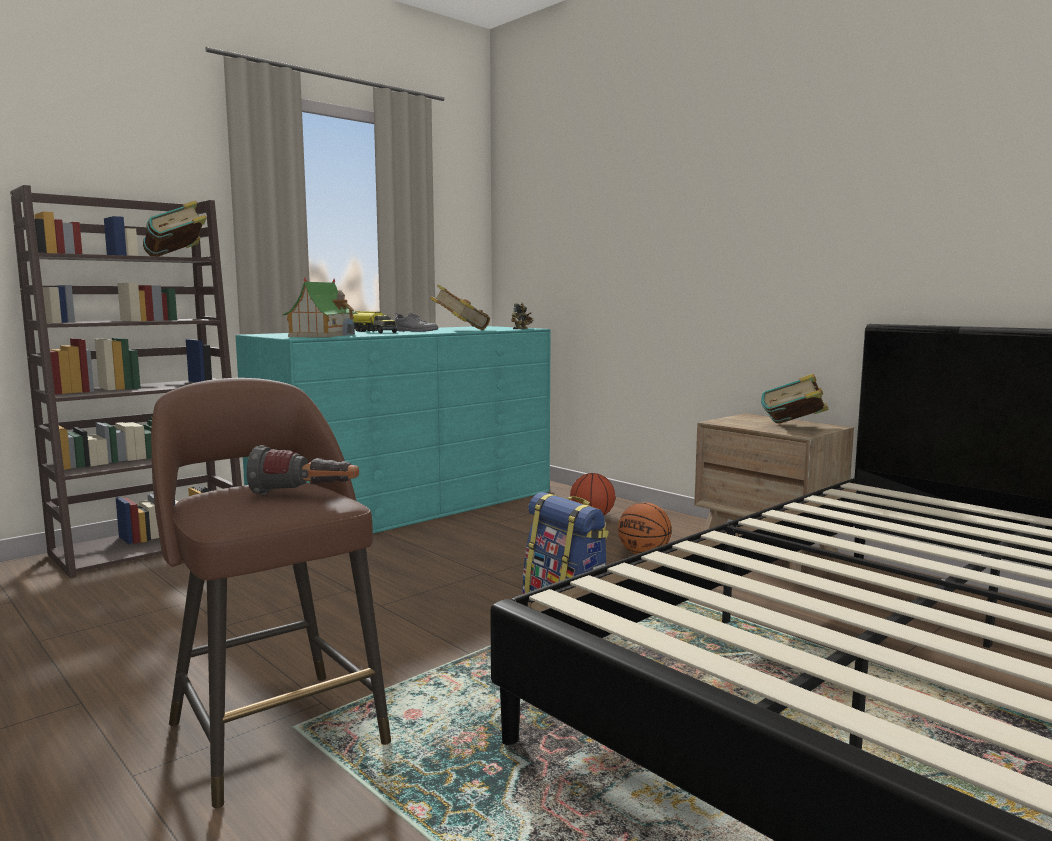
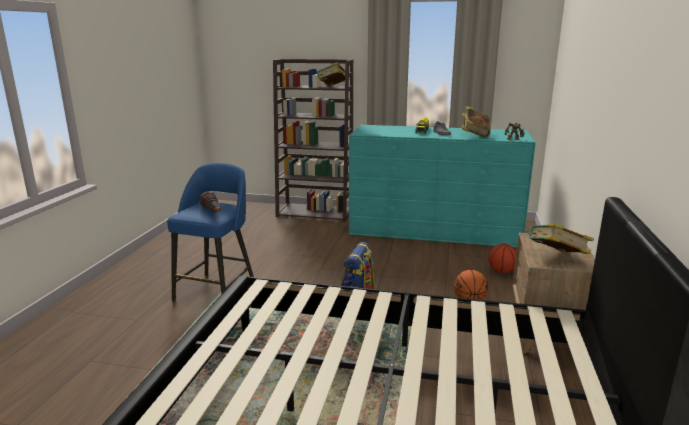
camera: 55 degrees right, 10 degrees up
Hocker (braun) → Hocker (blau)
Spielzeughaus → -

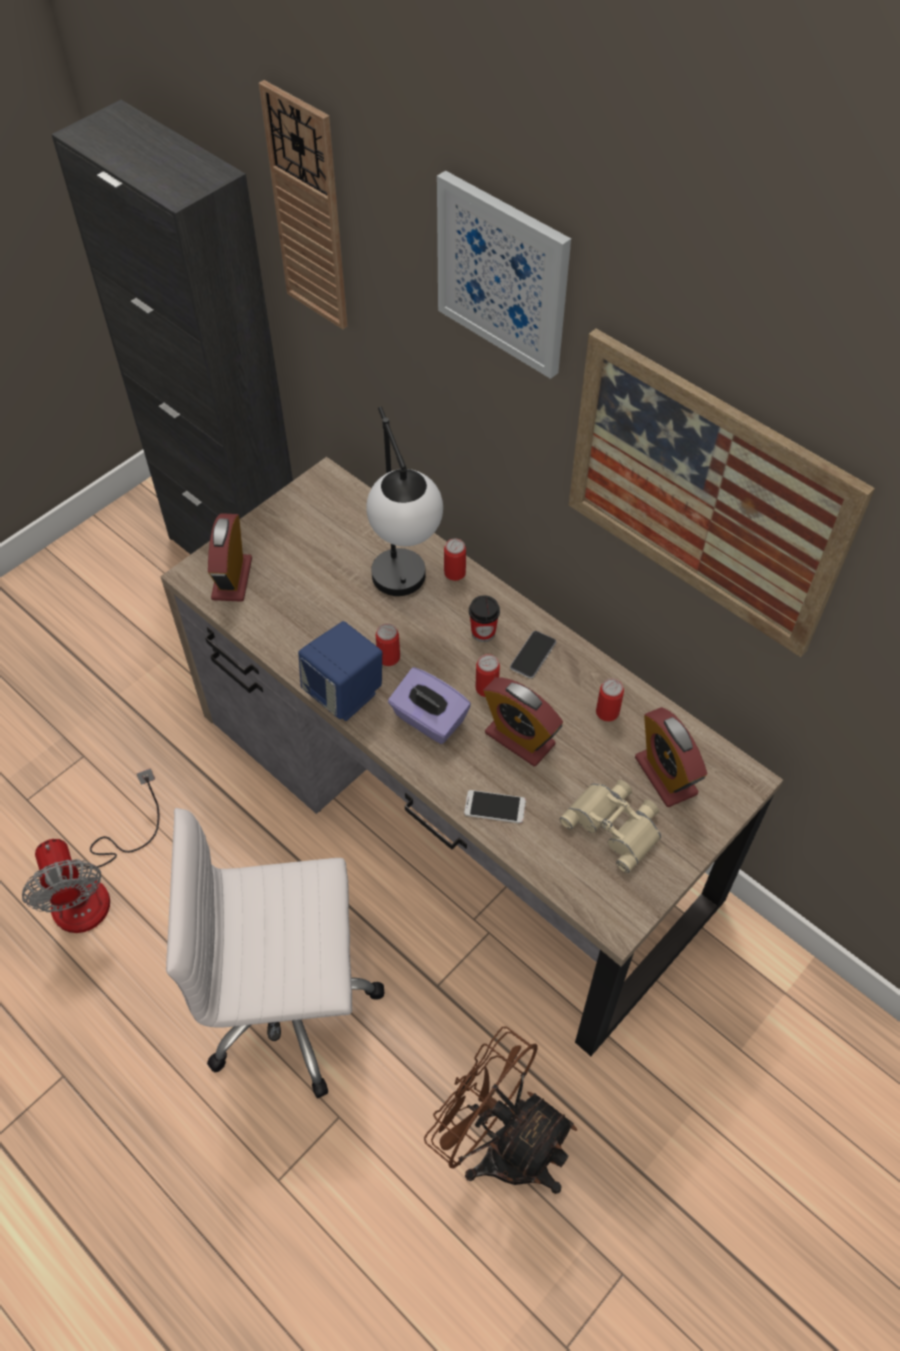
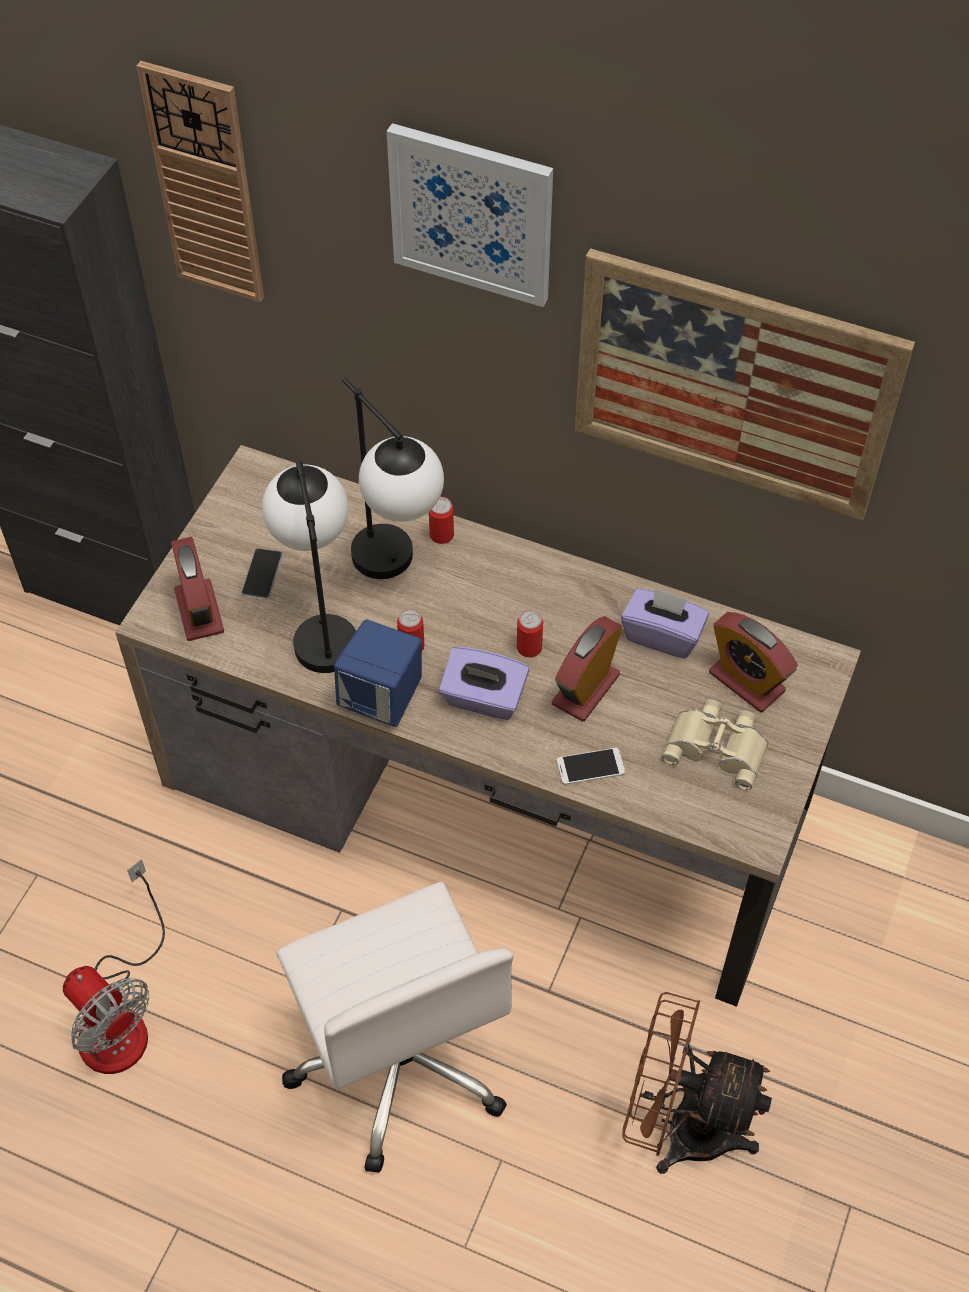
camera: 20 degrees left, 0 degrees up
Bürostuhl (weiß), 90 degrees counterclockwise
Tasse → -
Wecker (no. 2 from left), 105 degrees clockwise
Handy (no. 2 from left in the first image) → Handy (no. 1 from left), shifted
Dose (no. 4 from left) → Taschentuchbox (lila) (no. 2 from left)
- → Tischlampe (no. 1 from left)

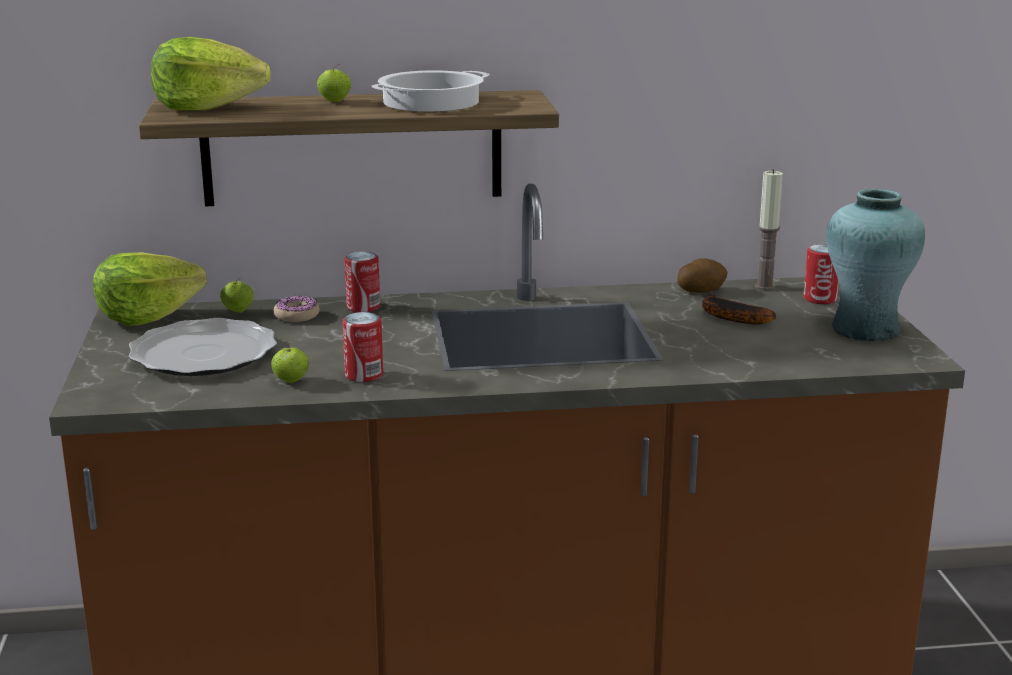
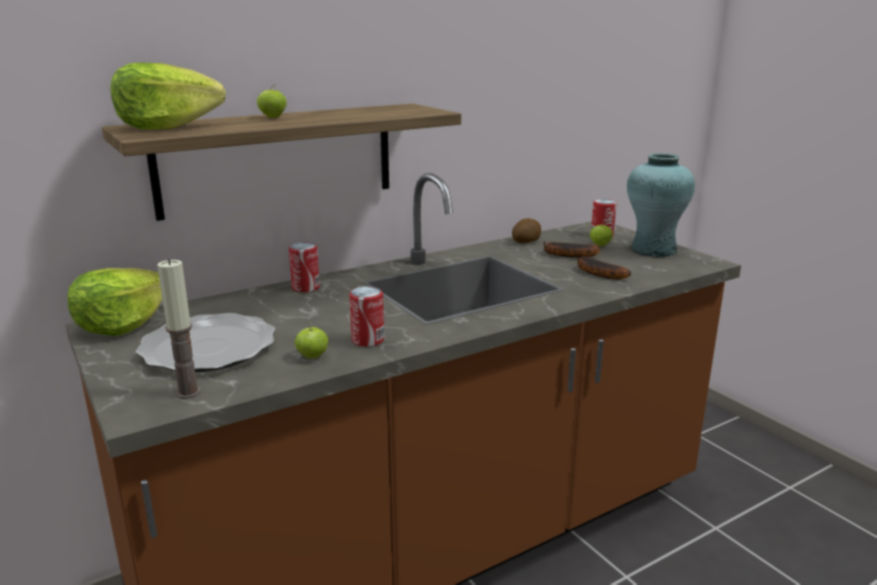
camera: 25 degrees left, 0 degrees up
Apfel (no. 1 from left in the first image) → Apfel (no. 3 from left), shifted
Donut → -
Kochtopf → -
Kerze, shifted
- → Banane (no. 2 from left)

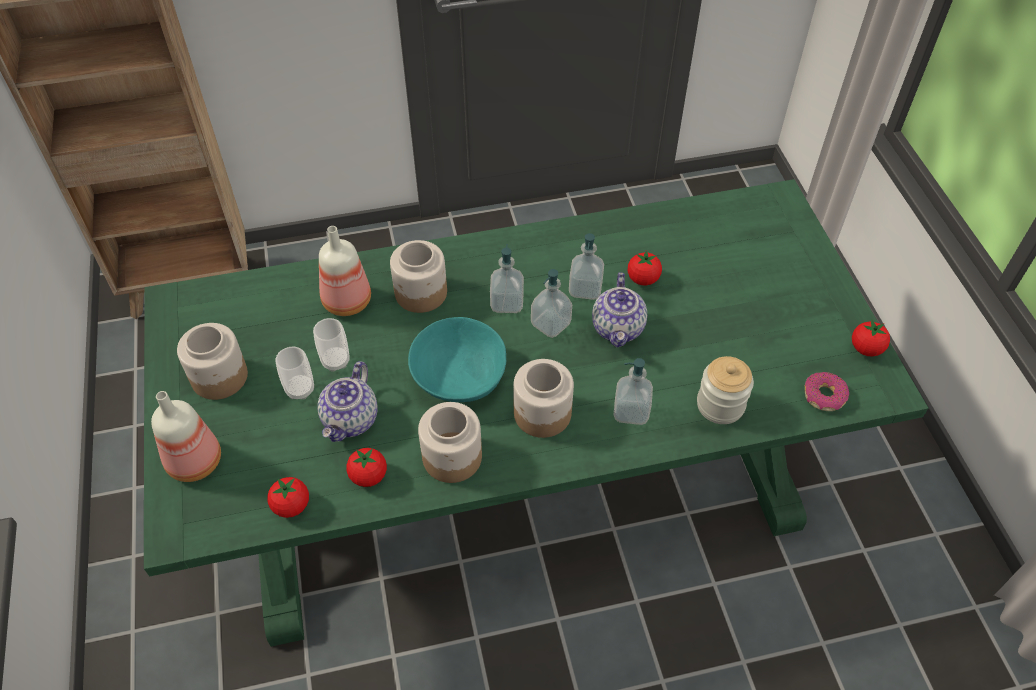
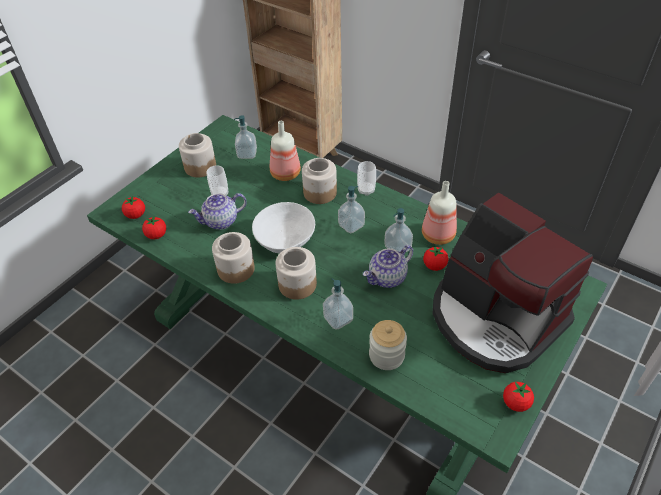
camera: 50 degrees right, 5 degrees down
Flasche (no. 1 from left in the first image) → Flasche (no. 2 from left), shifted
Tasse (no. 2 from left), shifted
Tomate (no. 2 from left in the first image) → Tomate (no. 1 from left), shifted
Schüssel (türkis) → Schüssel (weiß)
Seifenspender (no. 2 from left in the first image) → Seifenspender (no. 1 from left), shifted
Donut → -
- → Kaffeemaschine

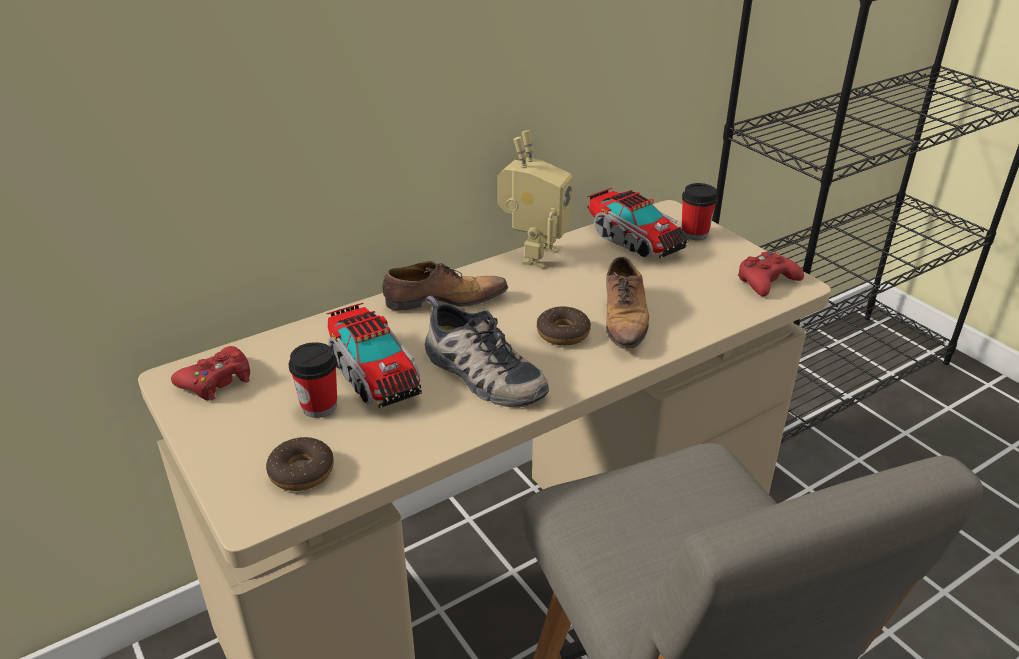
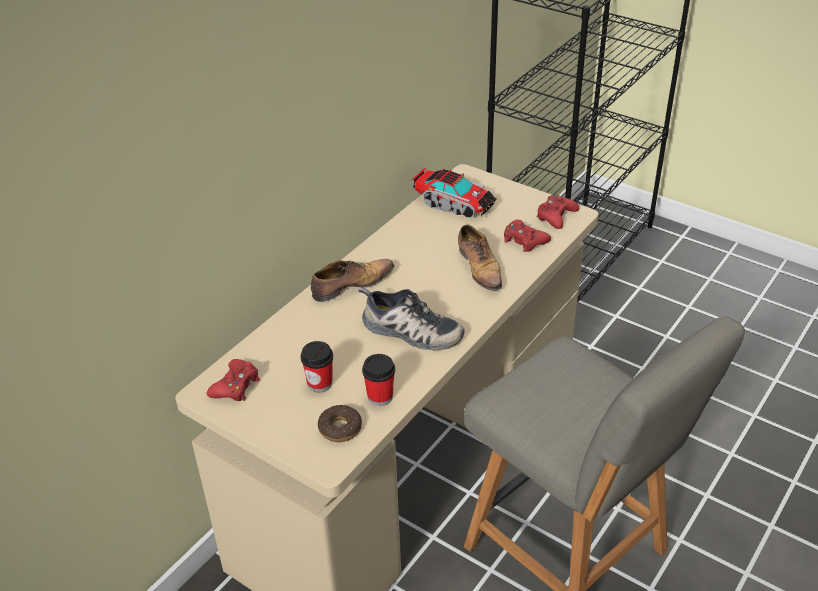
camera: 20 degrees left, 5 degrees up
Spielzeuglaster (no. 1 from left) → -
Spielzeugroboter → -
Donut (no. 2 from left) → -
Tasse (no. 2 from left), shifted
- → Gamepad (rot) (no. 2 from left)

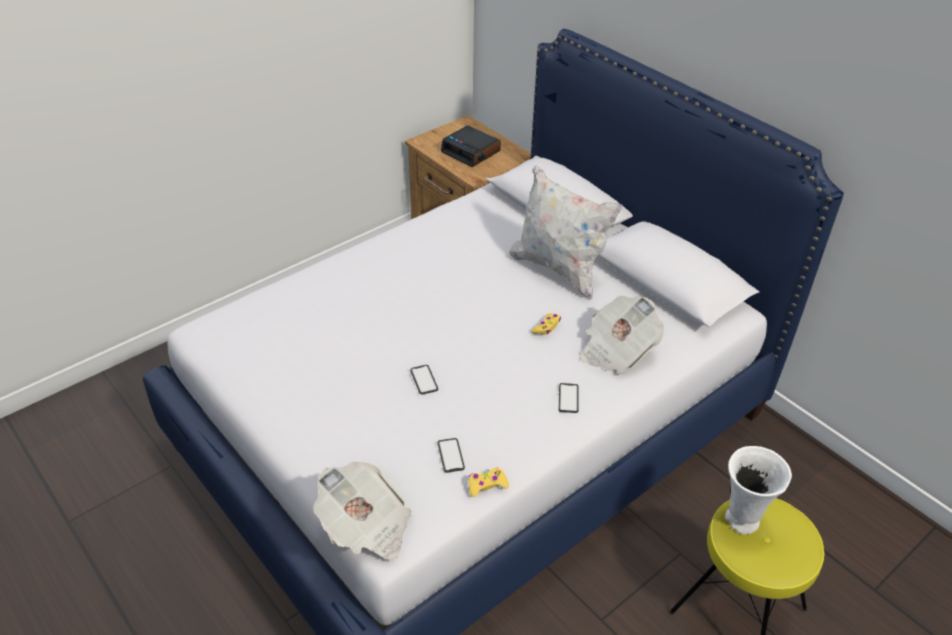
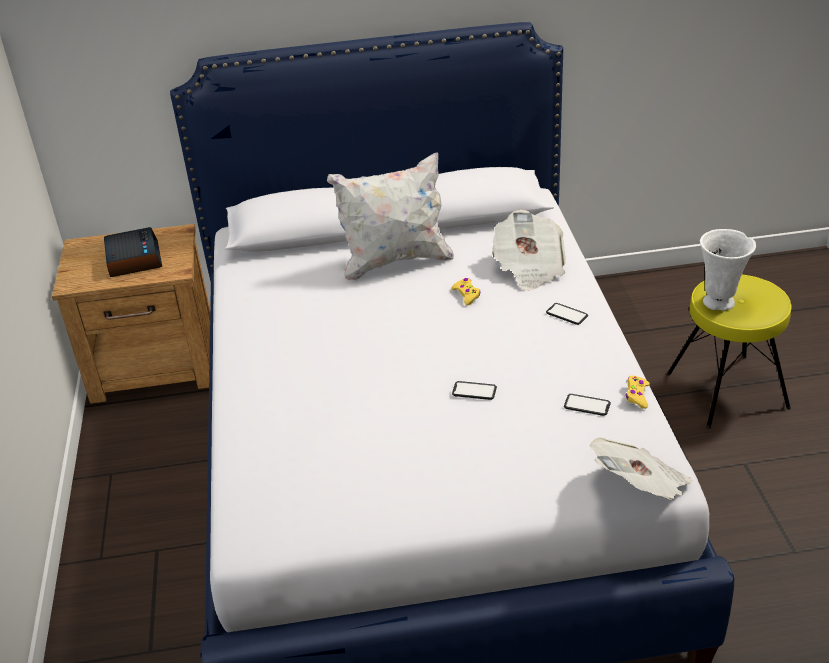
camera: 55 degrees left, 5 degrees down
Wecker, 90 degrees counterclockwise

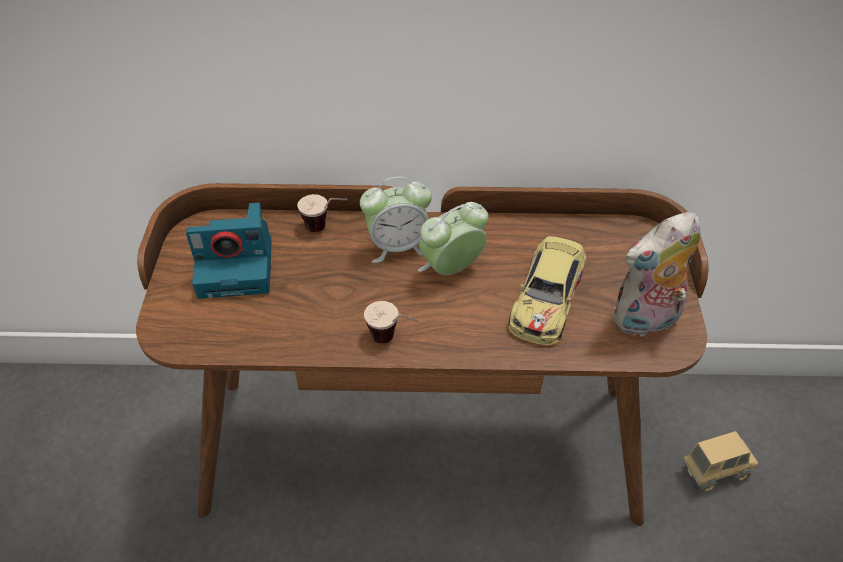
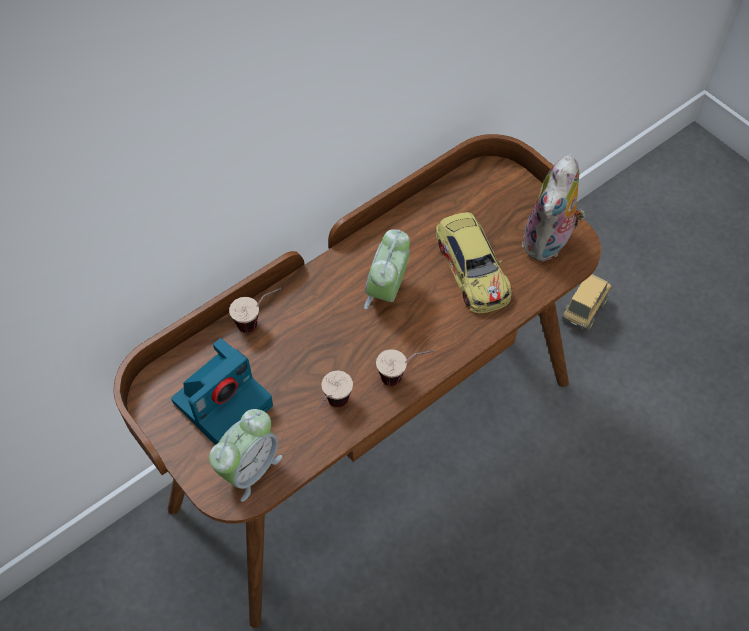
camera: 40 degrees left, 10 degrees up
Wecker (no. 1 from left), shifted
- → Tasse (no. 2 from left)

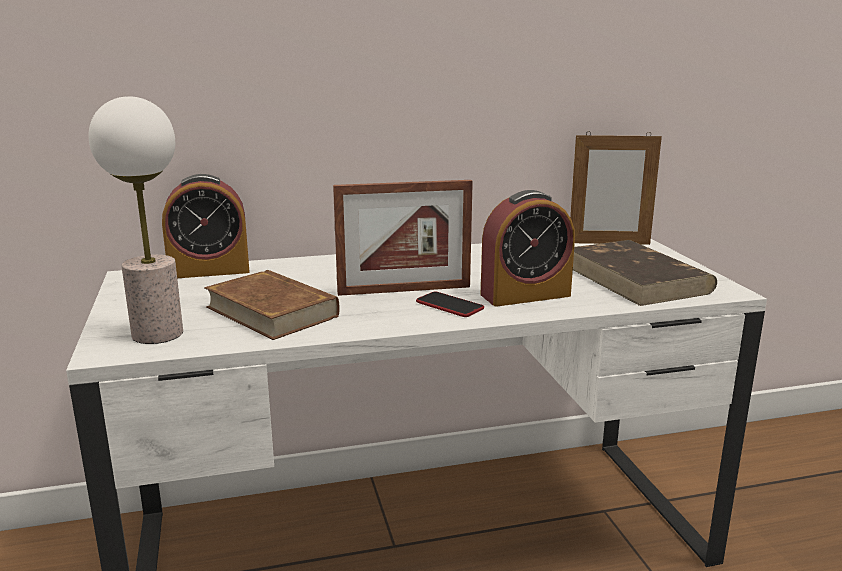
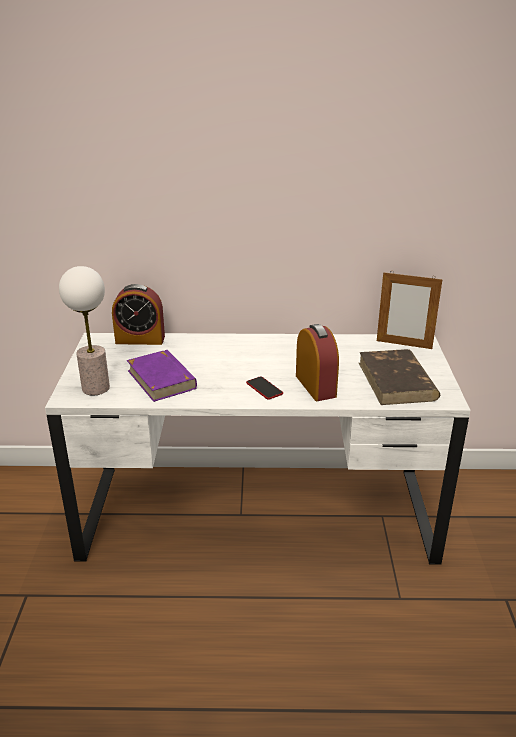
camera: 15 degrees right, 10 degrees up
Buch (braun) (no. 1 from left) → Buch (lila)
Bilderrahmen (no. 1 from left) → -
Wecker (no. 2 from left), 105 degrees counterclockwise

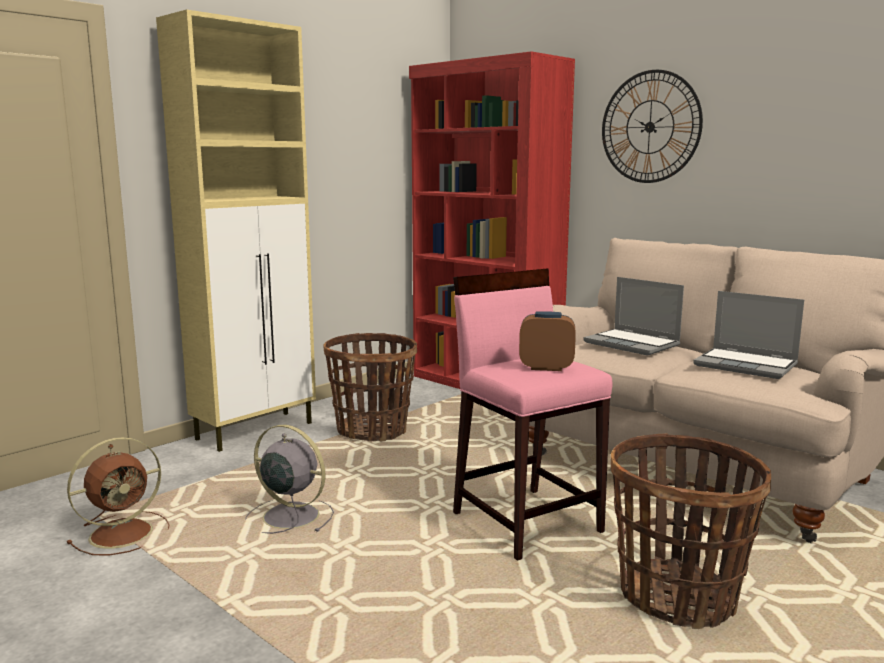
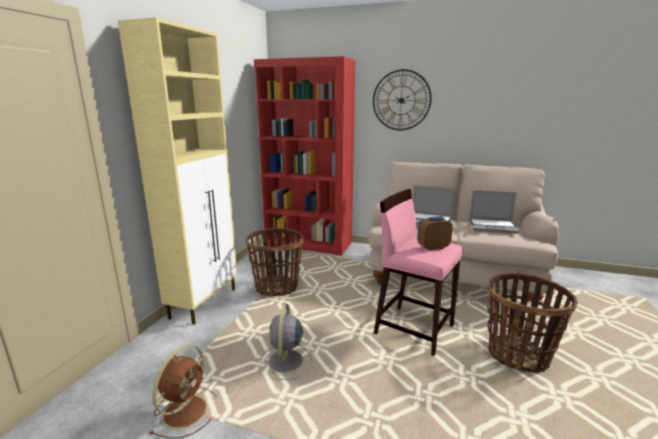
camera: 25 degrees left, 5 degrees up
Ventilator (grau), 90 degrees counterclockwise

